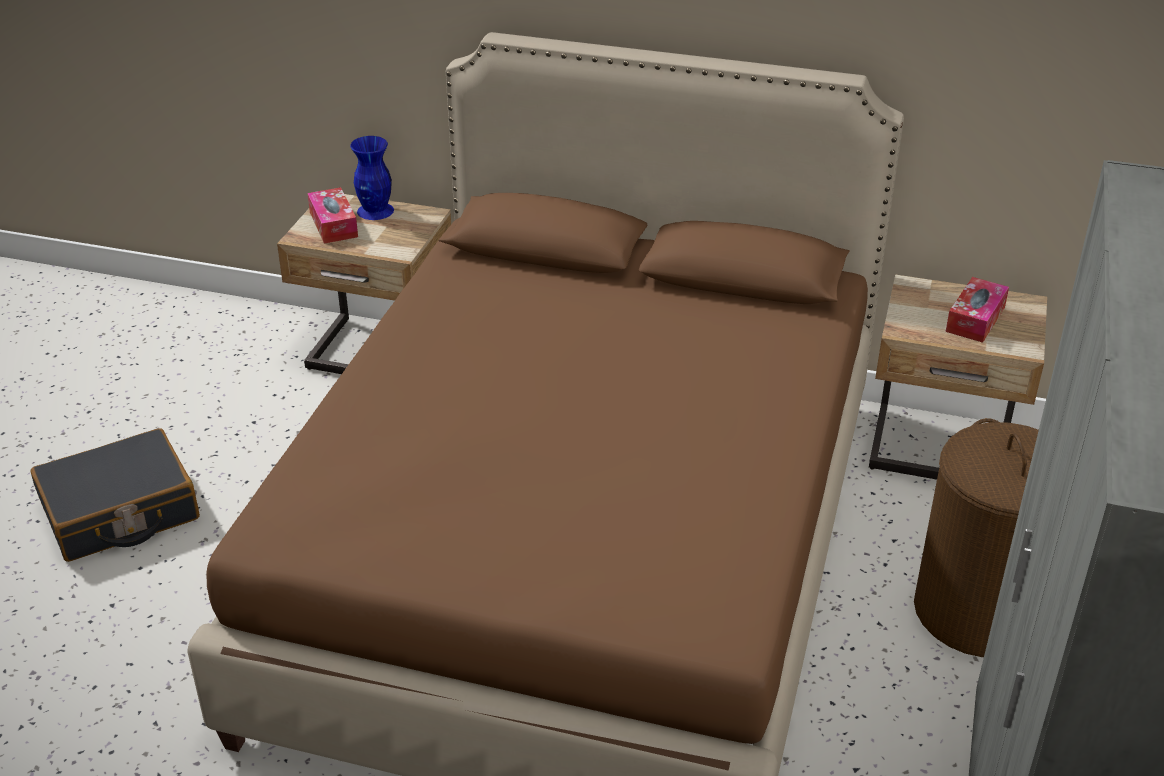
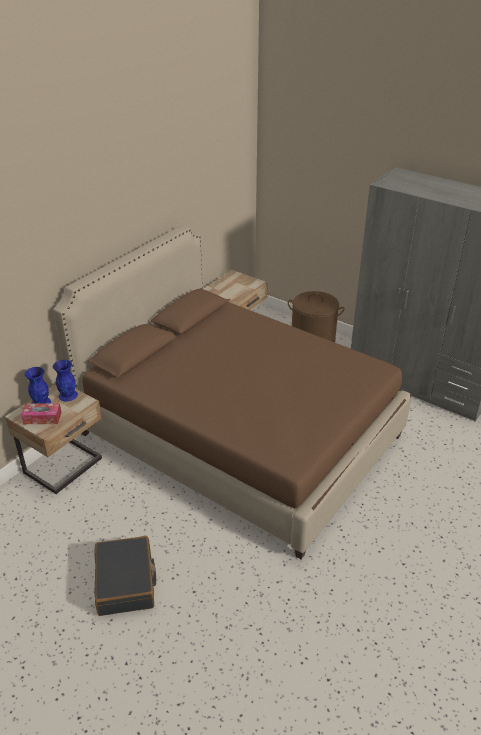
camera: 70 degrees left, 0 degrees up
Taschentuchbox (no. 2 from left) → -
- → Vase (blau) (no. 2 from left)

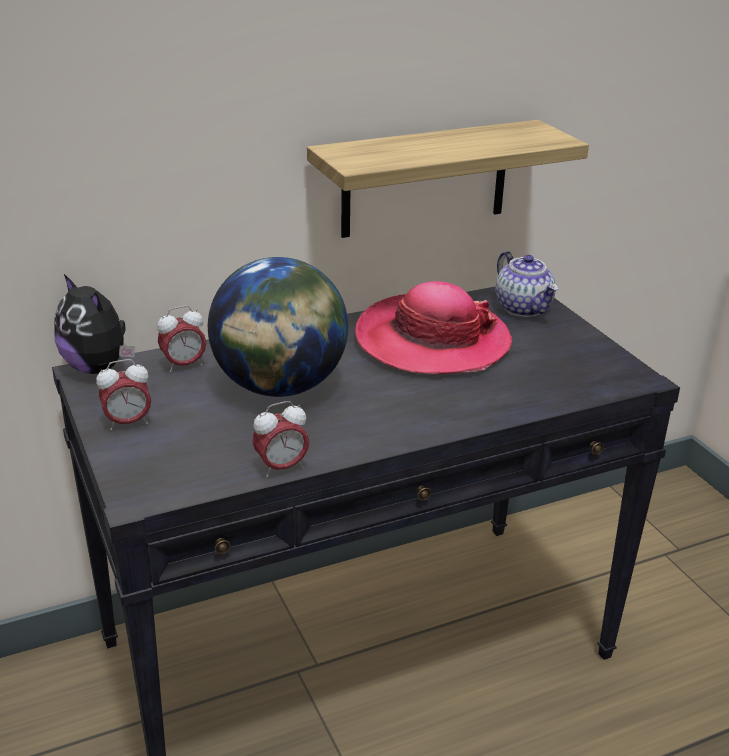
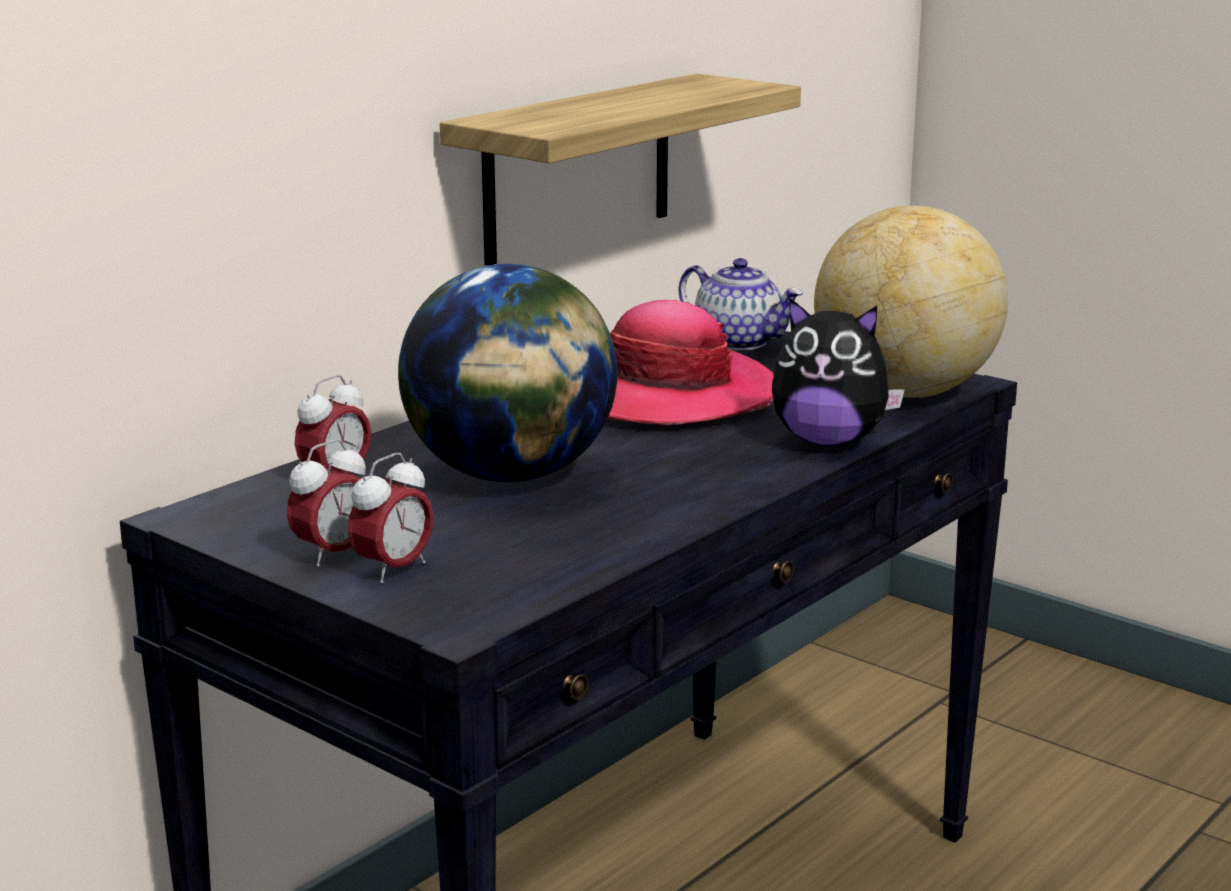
camera: 25 degrees left, 10 degrees down
Plüschtier, shifted
Wecker (no. 3 from left), shifted
- → Globus (no. 2 from left)

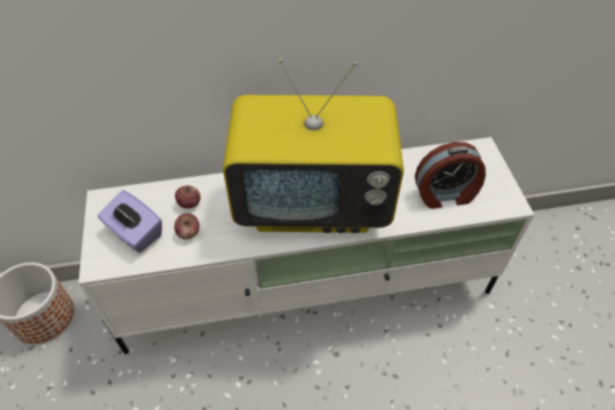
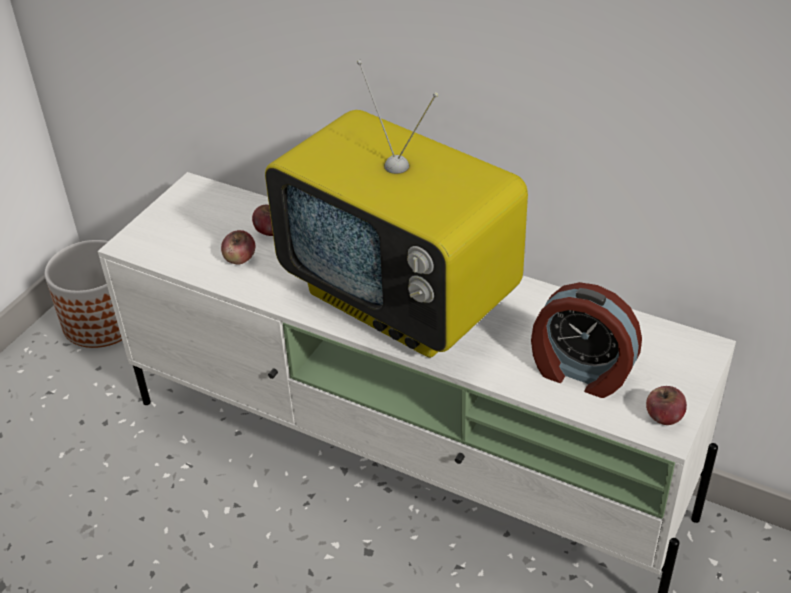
camera: 40 degrees right, 10 degrees down
Taschentuchbox (lila) → -
- → Apfel (no. 3 from left)

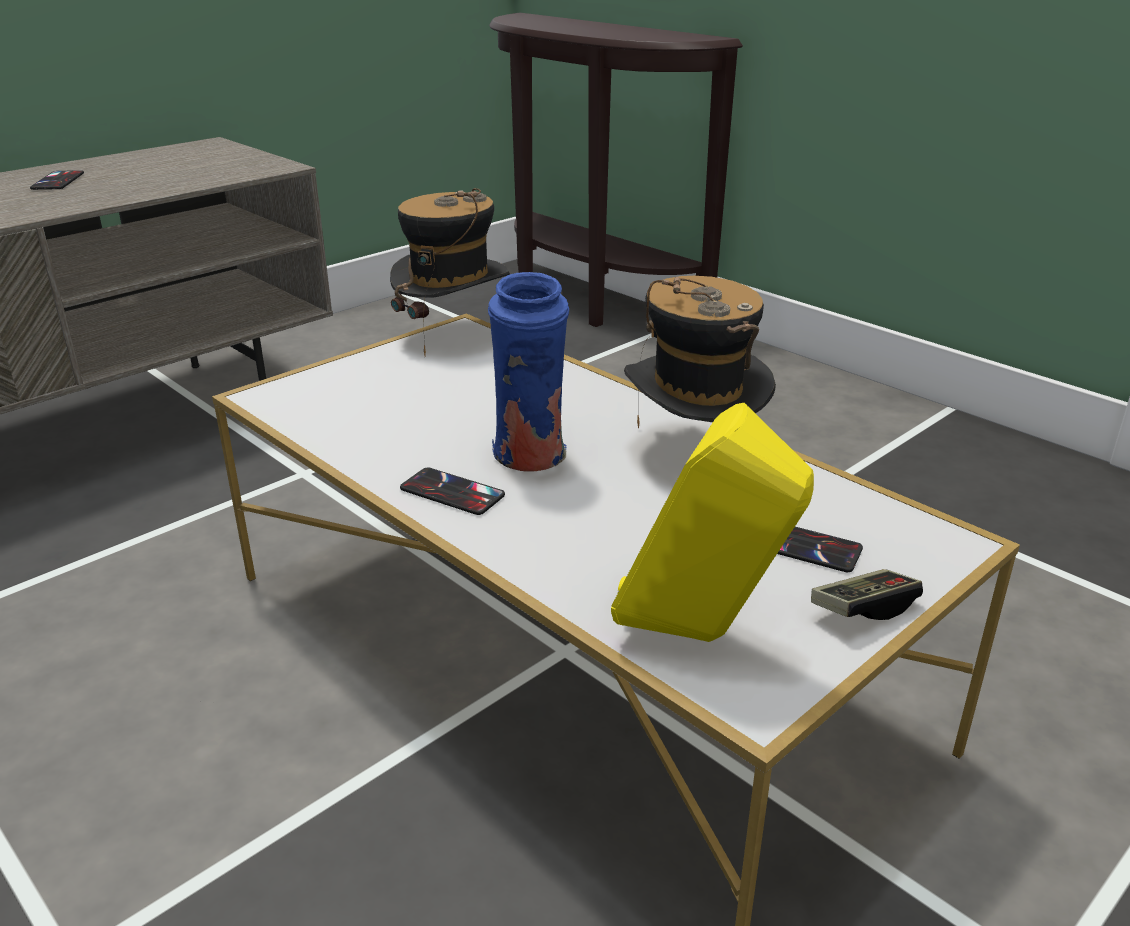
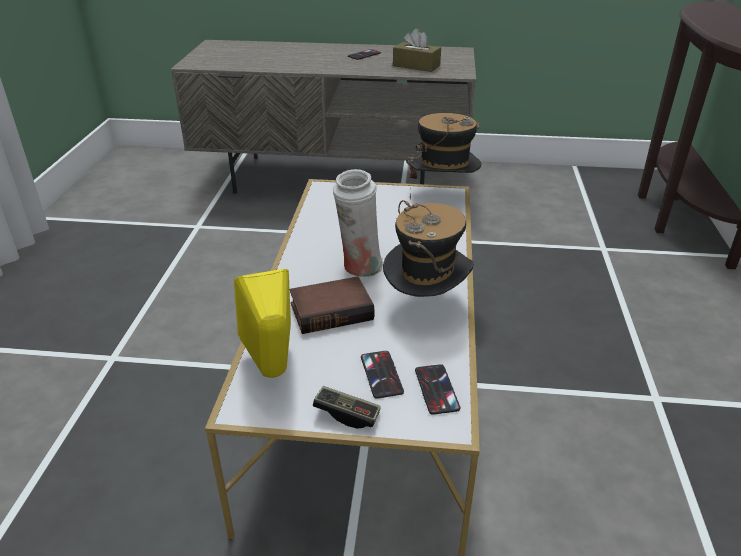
camera: 50 degrees right, 5 degrees up
Handy (no. 2 from left in the first image) → Handy (no. 3 from left), shifted
Vase (blau) → Vase (weiß)
- → Buch
- → Taschentuchbox (braun)

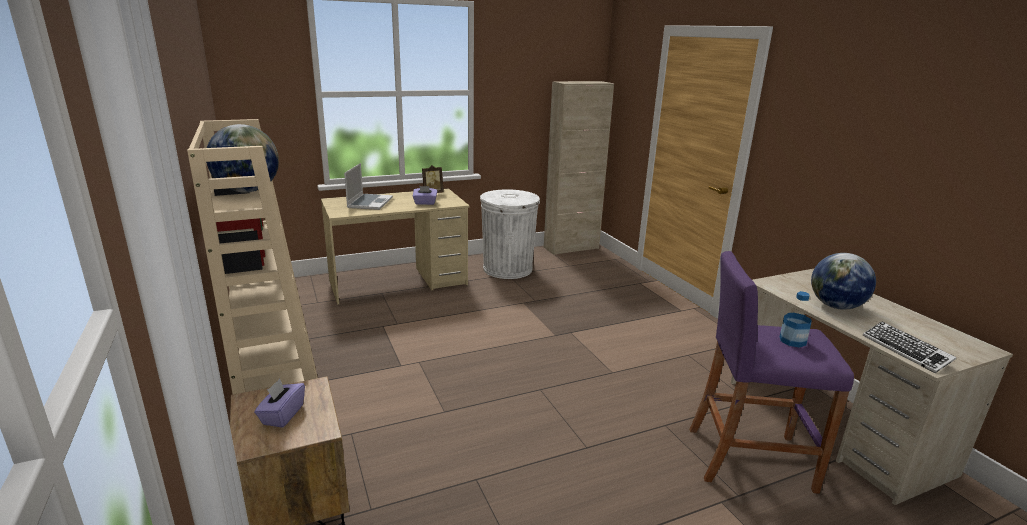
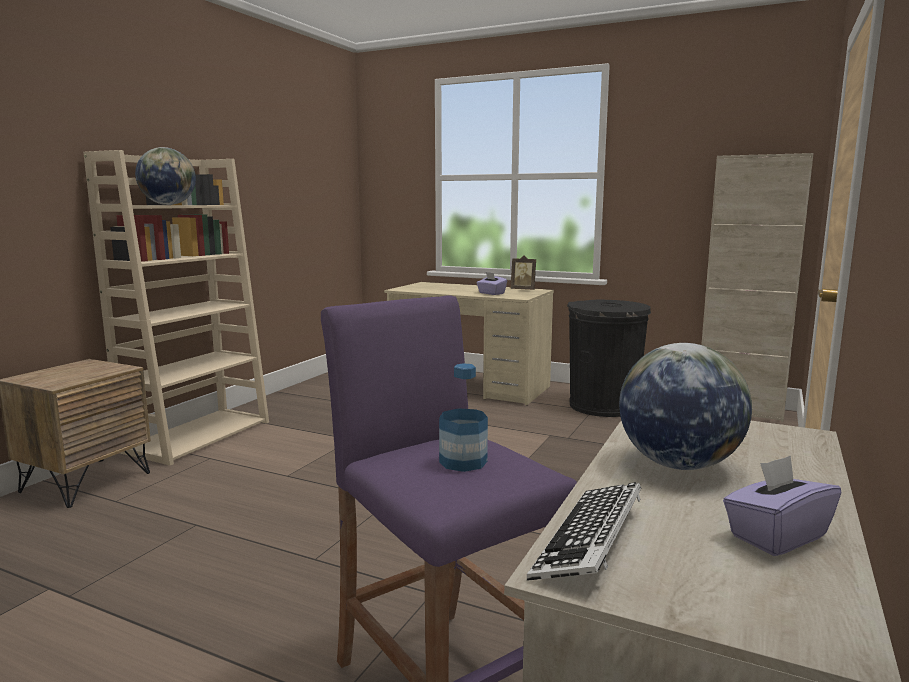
camera: 50 degrees right, 10 degrees down
Taschentuchbox (lila) (no. 1 from left in the first image) → Taschentuchbox (lila) (no. 2 from left), shifted
Laptop → -
Mülleimer (weiß) → Mülleimer (schwarz)

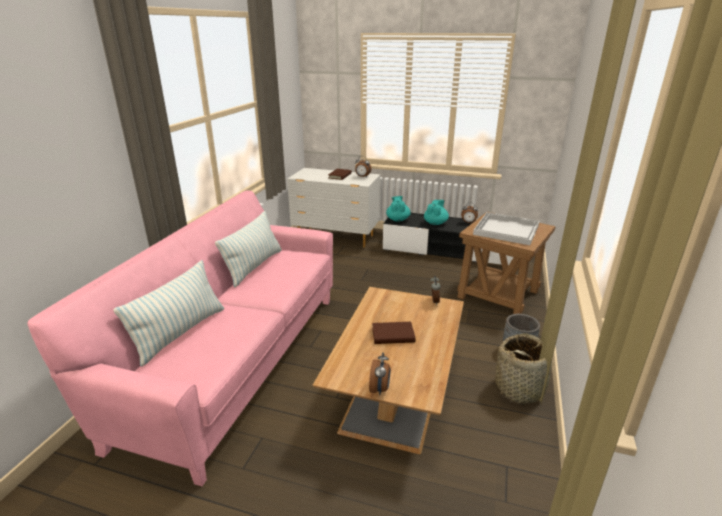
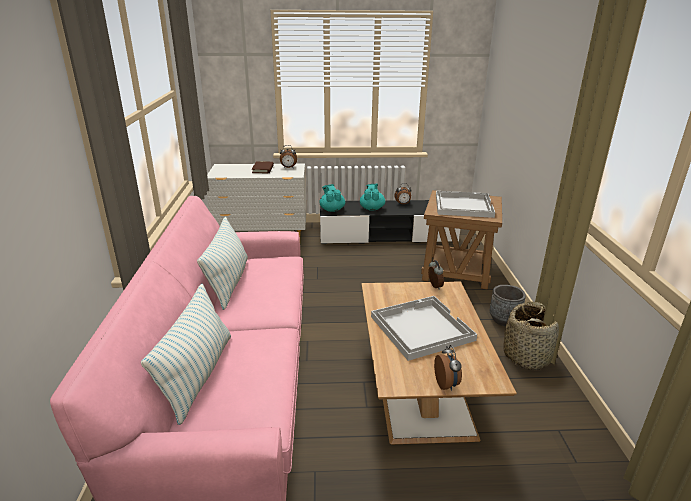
camera: 20 degrees left, 0 degrees up
Buch (braun) (no. 2 from left) → Tablett (weiß) (no. 1 from left)

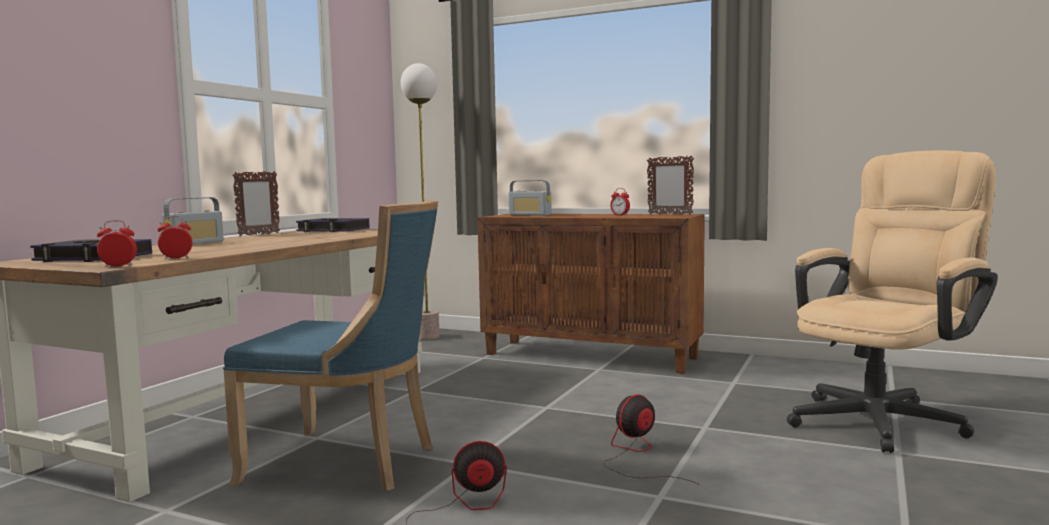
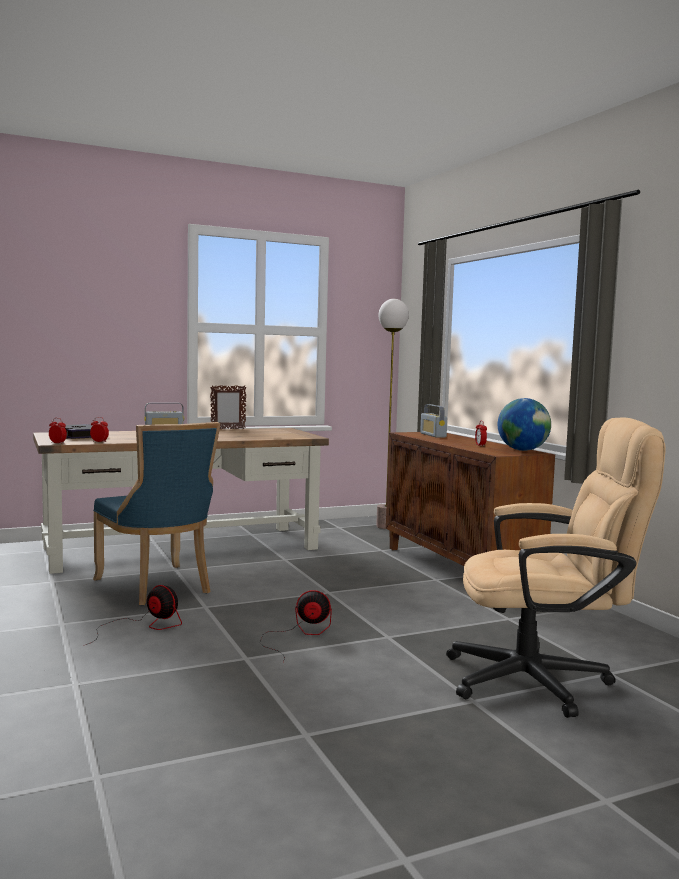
camera: 40 degrees right, 0 degrees up
Buch (no. 2 from left) → -
Bilderrahmen (no. 2 from left) → Globus

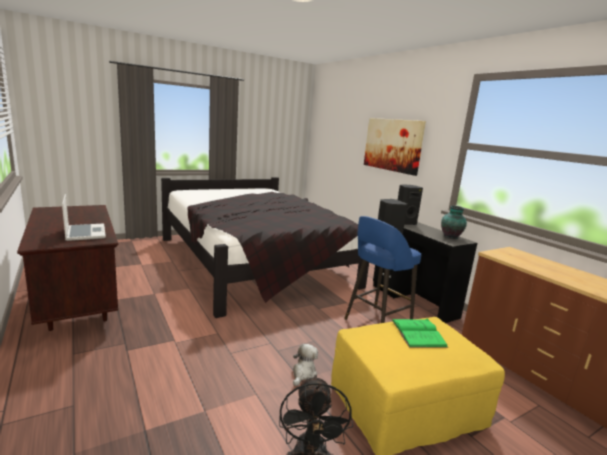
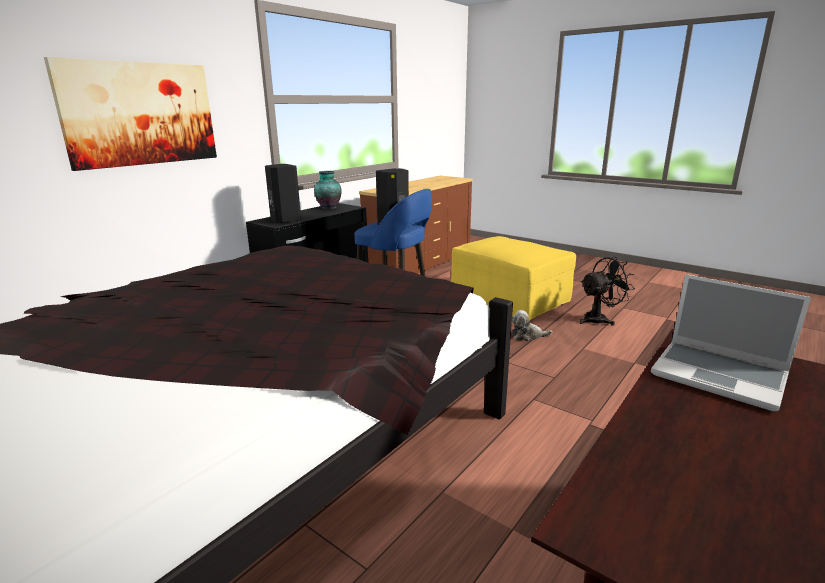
camera: 110 degrees left, 5 degrees up
Laptop, 90 degrees counterclockwise
Buch (grün) → -

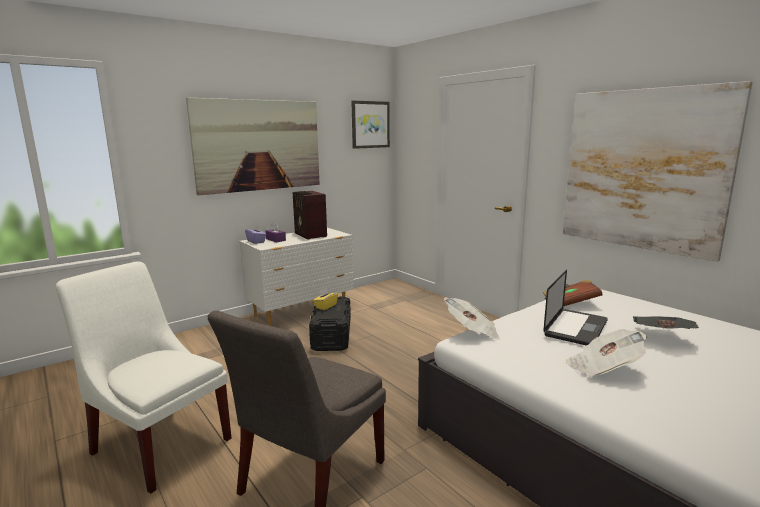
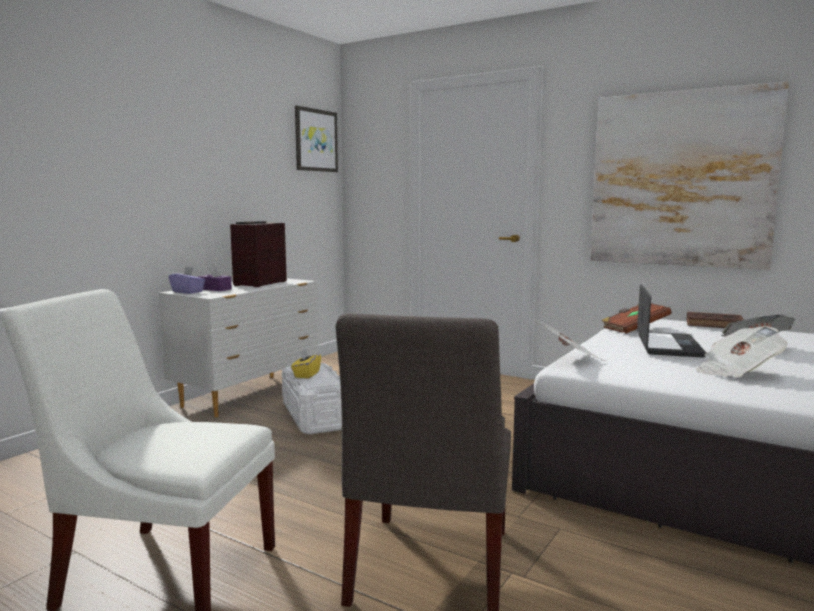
camera: 20 degrees left, 5 degrees down
Bild (no. 1 from left) → -
Radio, 75 degrees clockwise
Aufbewahrungsbox (schwarz) → Aufbewahrungsbox (weiß)
- → Buch (braun) (no. 2 from left)

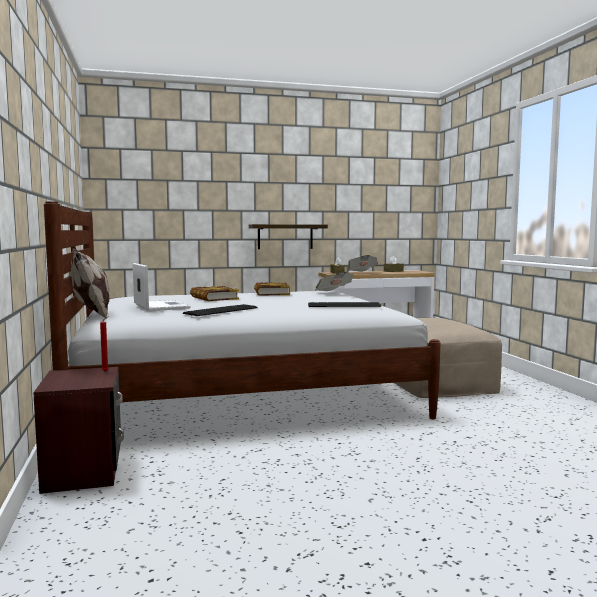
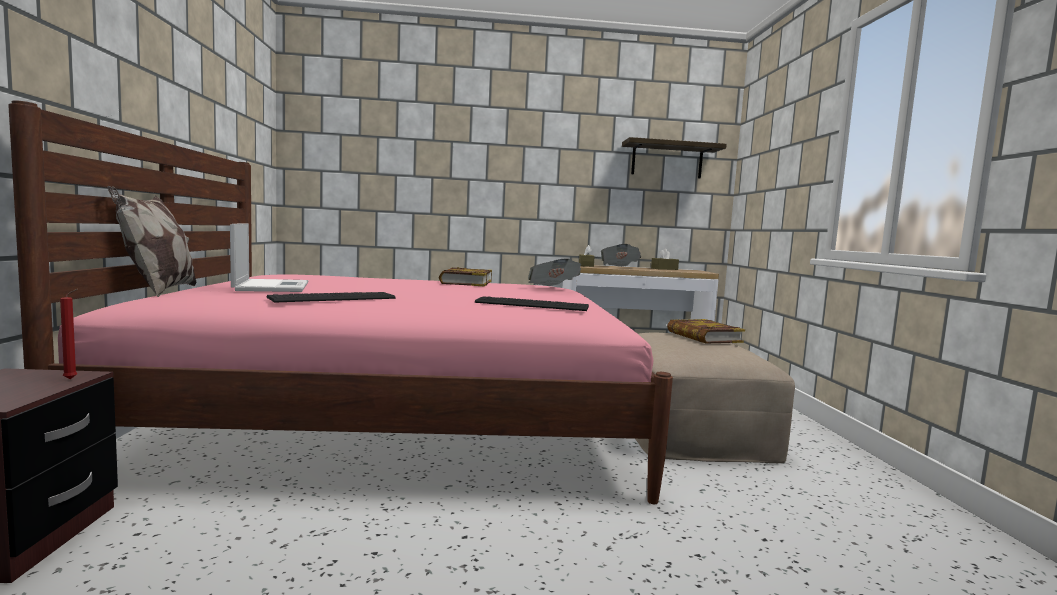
camera: 10 degrees right, 0 degrees up
Bett (weiß) → Bett (rosa)
Buch (no. 1 from left in the first image) → Buch (no. 2 from left), shifted
Wandregal, shifted

